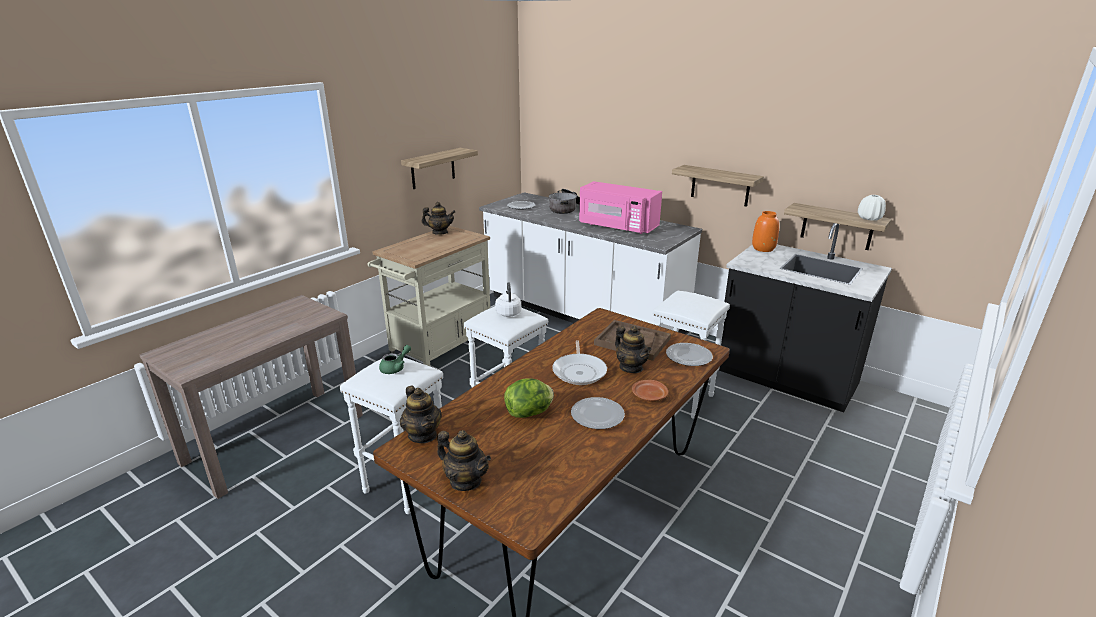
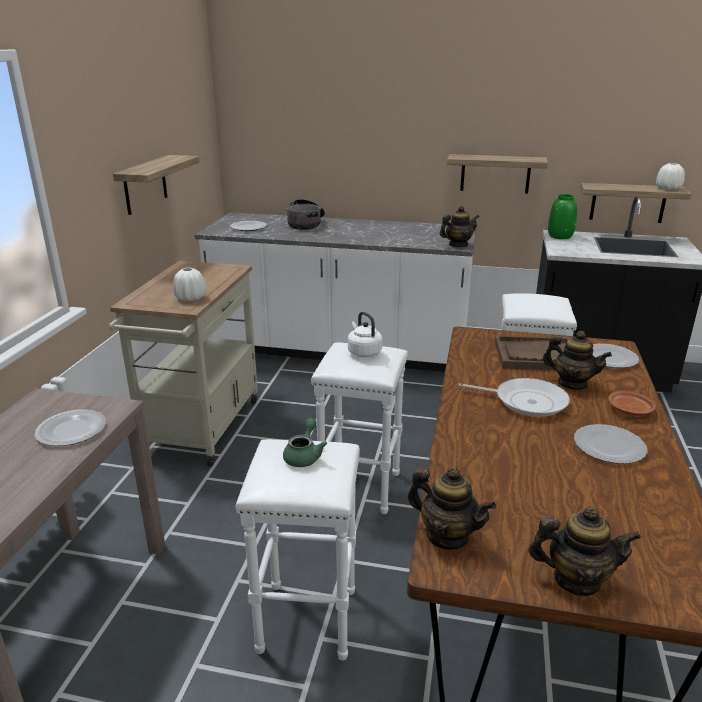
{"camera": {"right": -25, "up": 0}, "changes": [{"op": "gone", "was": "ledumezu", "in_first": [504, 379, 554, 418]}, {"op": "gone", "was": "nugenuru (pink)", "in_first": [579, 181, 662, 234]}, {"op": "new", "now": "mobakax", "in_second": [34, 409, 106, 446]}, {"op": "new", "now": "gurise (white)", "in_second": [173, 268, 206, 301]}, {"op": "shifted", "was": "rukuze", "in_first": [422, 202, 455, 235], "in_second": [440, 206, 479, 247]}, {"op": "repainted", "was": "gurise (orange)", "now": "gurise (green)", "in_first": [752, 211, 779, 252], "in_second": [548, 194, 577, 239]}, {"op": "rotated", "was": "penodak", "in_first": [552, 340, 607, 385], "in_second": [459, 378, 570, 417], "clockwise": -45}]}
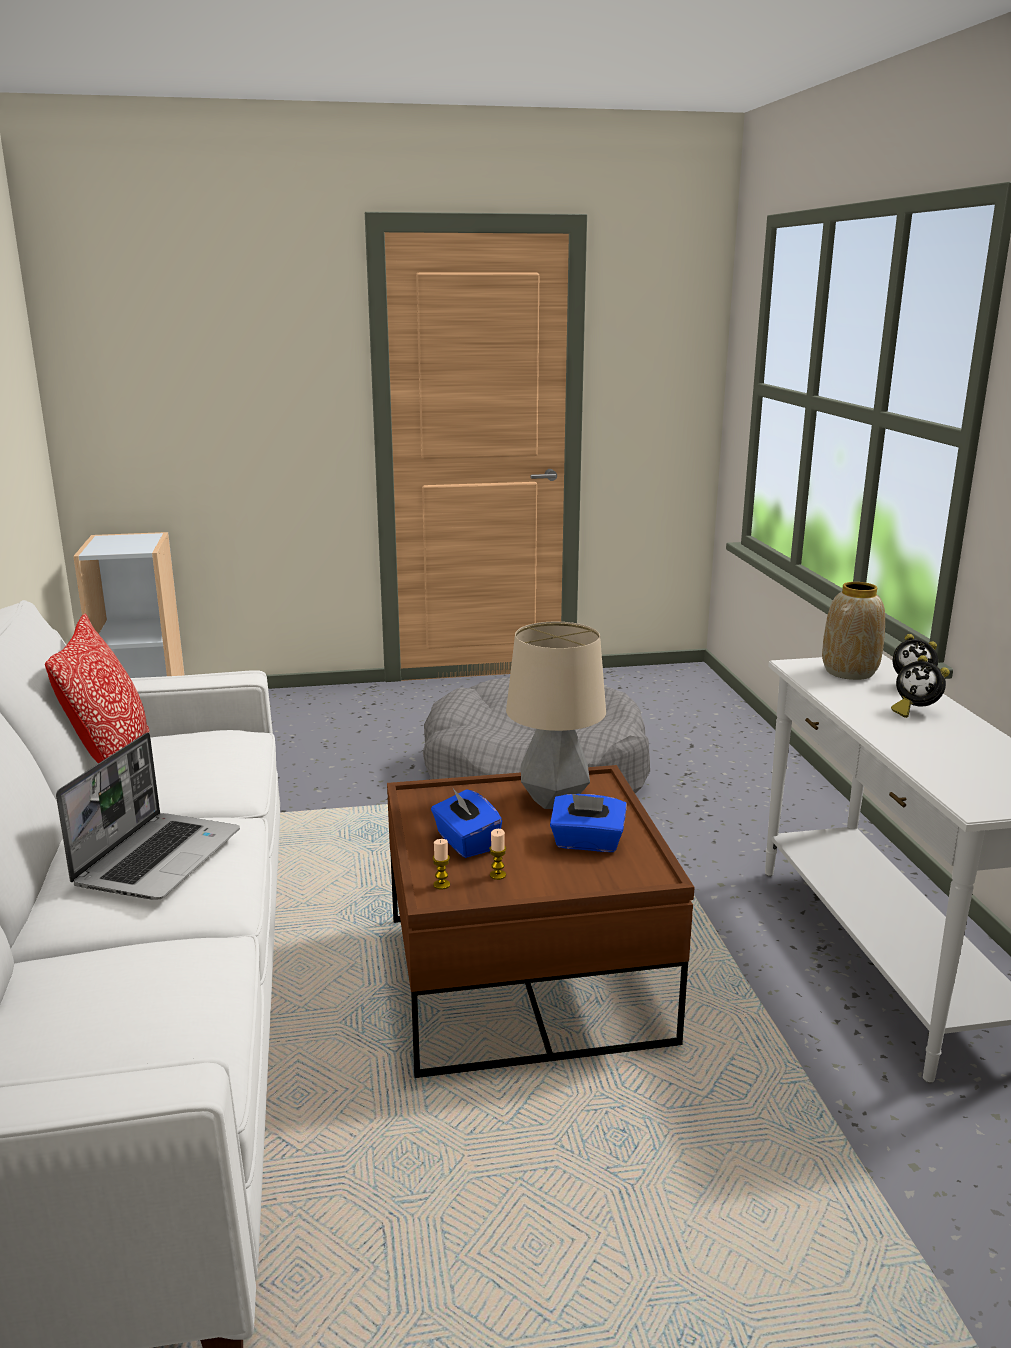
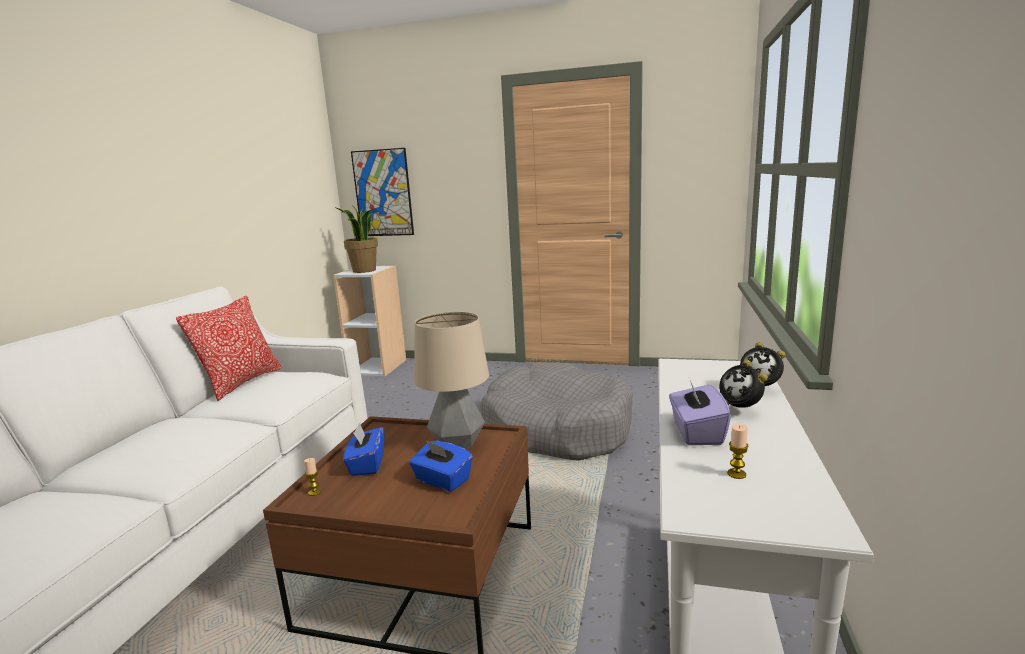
{"camera": {"right": 25, "up": -5}, "changes": [{"op": "gone", "was": "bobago", "in_first": [56, 733, 240, 900]}, {"op": "gone", "was": "gurise", "in_first": [822, 582, 885, 680]}, {"op": "new", "now": "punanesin", "in_second": [335, 205, 378, 273]}, {"op": "new", "now": "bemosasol", "in_second": [351, 148, 414, 236]}, {"op": "new", "now": "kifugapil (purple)", "in_second": [669, 381, 731, 445]}, {"op": "shifted", "was": "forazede", "in_first": [489, 829, 506, 880], "in_second": [727, 423, 749, 479]}]}
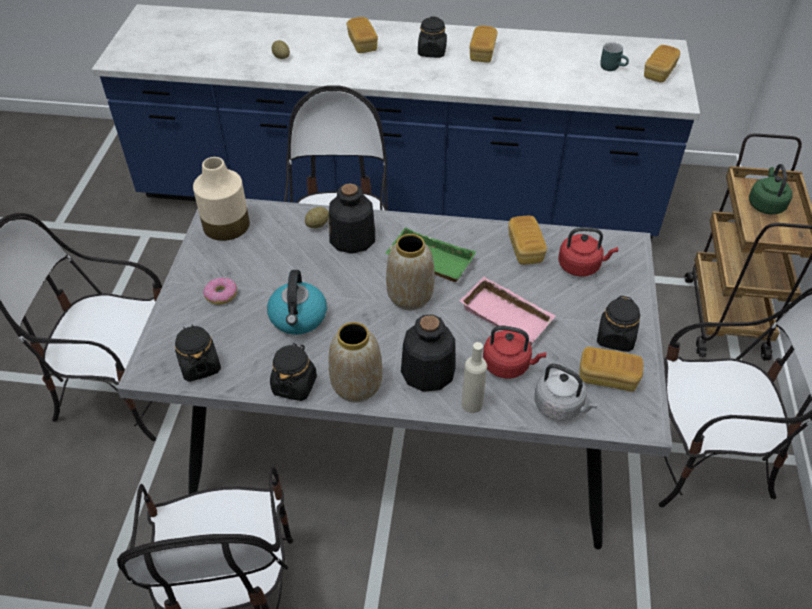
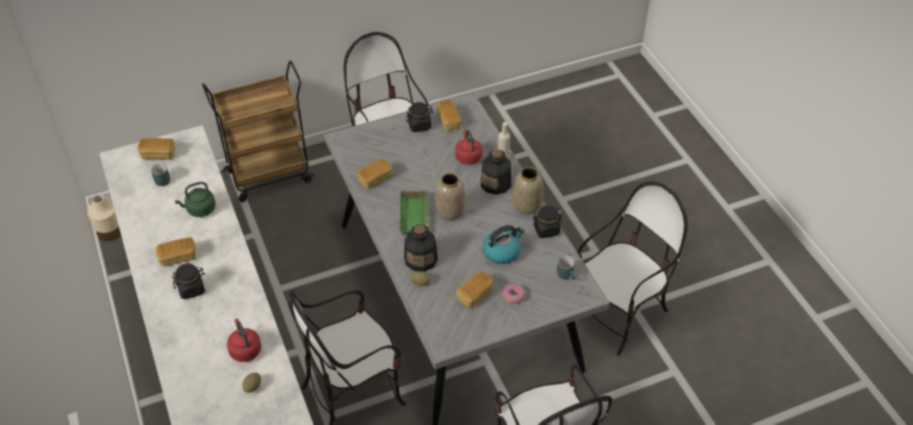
{"camera": {"right": -120, "up": 0}, "changes": [{"op": "gone", "was": "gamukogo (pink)", "in_first": [460, 277, 556, 345]}, {"op": "gone", "was": "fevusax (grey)", "in_first": [535, 364, 599, 421]}, {"op": "shifted", "was": "gurise (beige)", "in_first": [193, 157, 250, 241], "in_second": [87, 194, 121, 241]}, {"op": "shifted", "was": "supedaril", "in_first": [347, 17, 378, 53], "in_second": [456, 271, 493, 308]}, {"op": "shifted", "was": "fevusax (red)", "in_first": [558, 227, 618, 277], "in_second": [227, 319, 261, 362]}, {"op": "shifted", "was": "fevusax (green)", "in_first": [749, 164, 792, 214], "in_second": [175, 182, 216, 217]}, {"op": "swapped", "was": "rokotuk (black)", "now": "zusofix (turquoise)", "in_first": [175, 324, 221, 382], "in_second": [557, 256, 575, 280]}]}
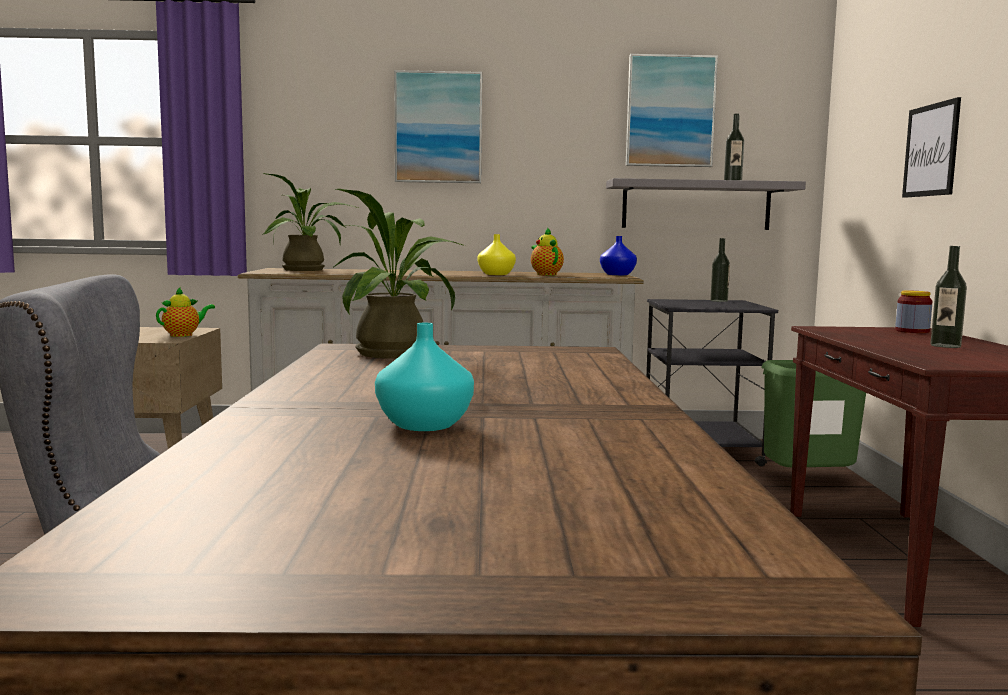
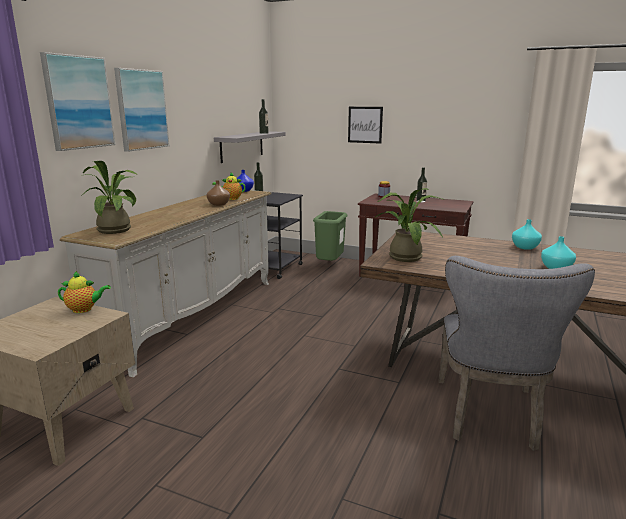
{"camera": {"right": -65, "up": 10}, "changes": [{"op": "new", "now": "gurise (turquoise)", "in_second": [512, 219, 542, 250]}, {"op": "shifted", "was": "bemosasol", "in_first": [626, 54, 718, 167], "in_second": [40, 52, 116, 151]}, {"op": "repainted", "was": "gurise (yellow)", "now": "gurise (brown)", "in_first": [478, 234, 516, 275], "in_second": [207, 180, 230, 206]}, {"op": "rotated", "was": "rukuze", "in_first": [156, 287, 215, 337], "in_second": [58, 271, 111, 313], "clockwise": 105}]}
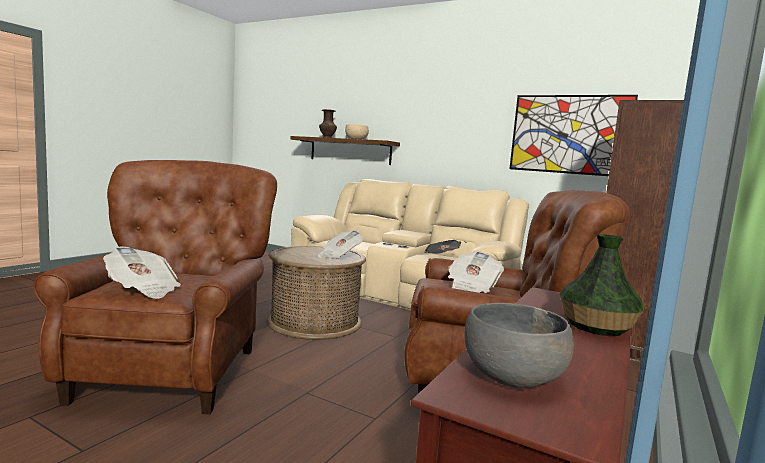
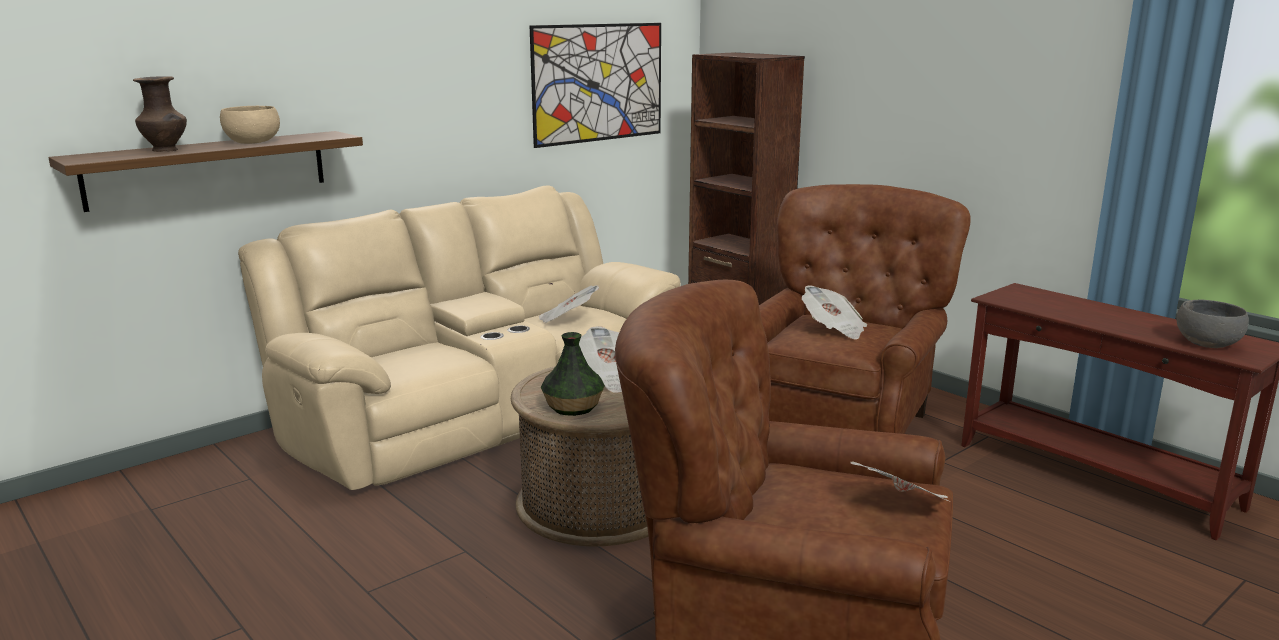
{"camera": {"right": -70, "up": 10}, "changes": [{"op": "shifted", "was": "gurise", "in_first": [559, 234, 644, 336], "in_second": [541, 332, 605, 416]}]}
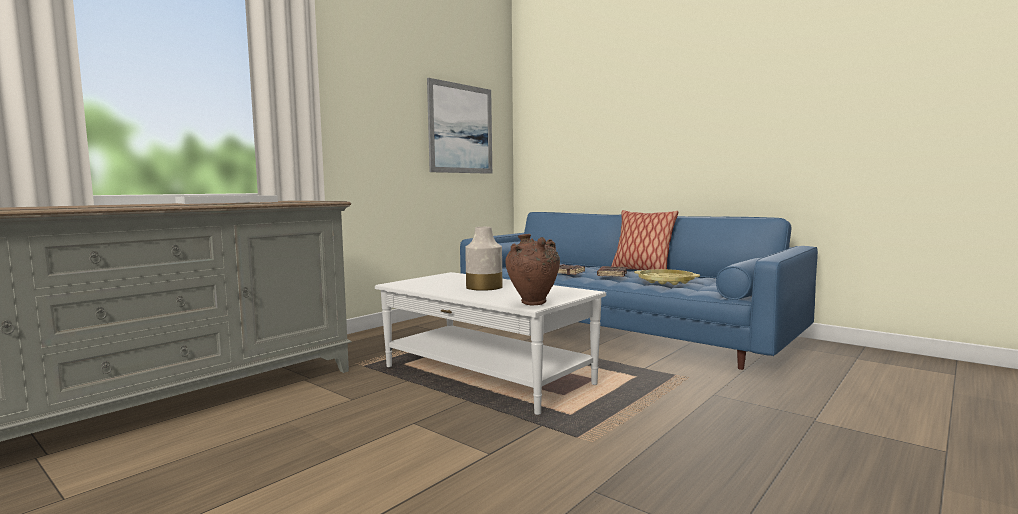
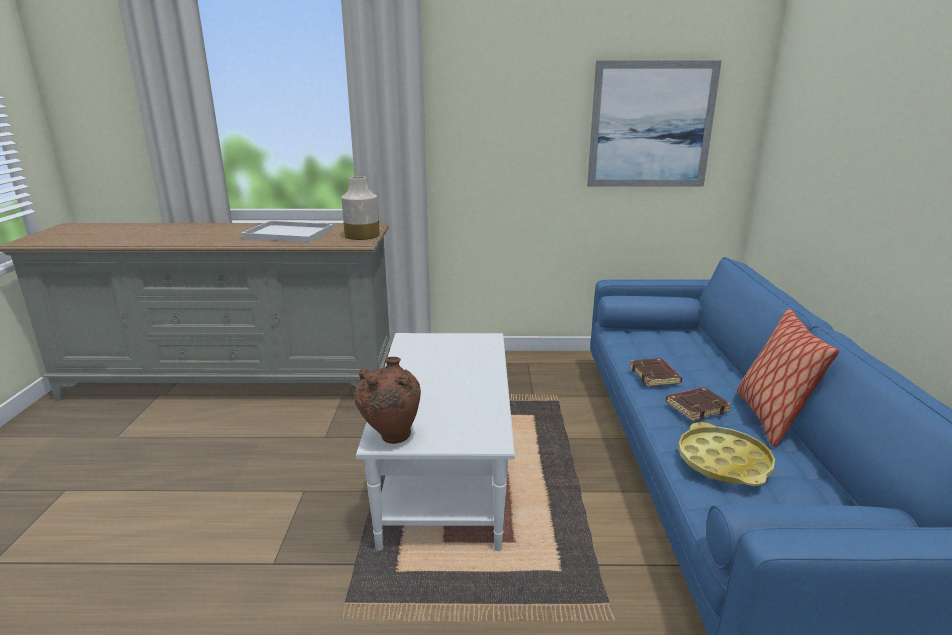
{"camera": {"right": 50, "up": 15}, "changes": [{"op": "shifted", "was": "gurise (beige)", "in_first": [465, 227, 502, 291], "in_second": [341, 176, 380, 240]}]}
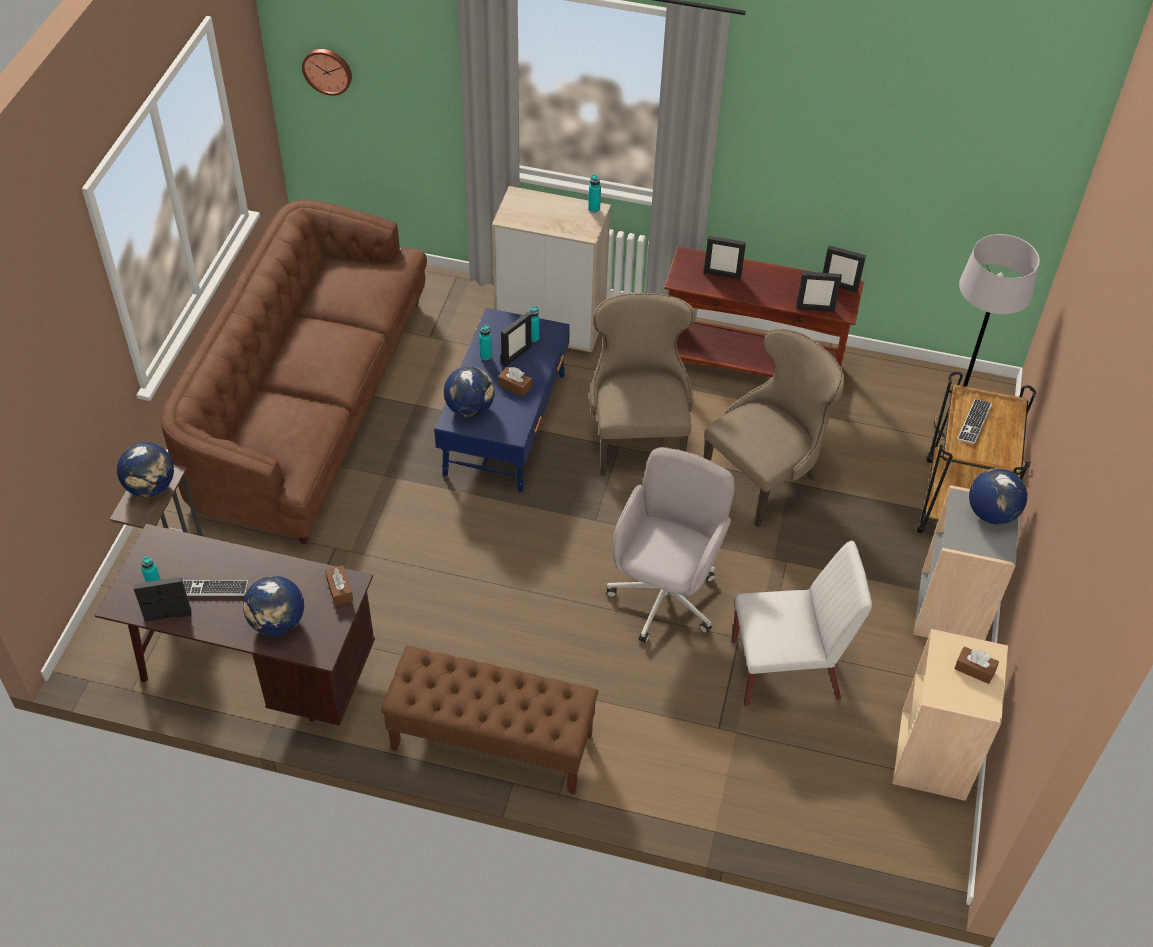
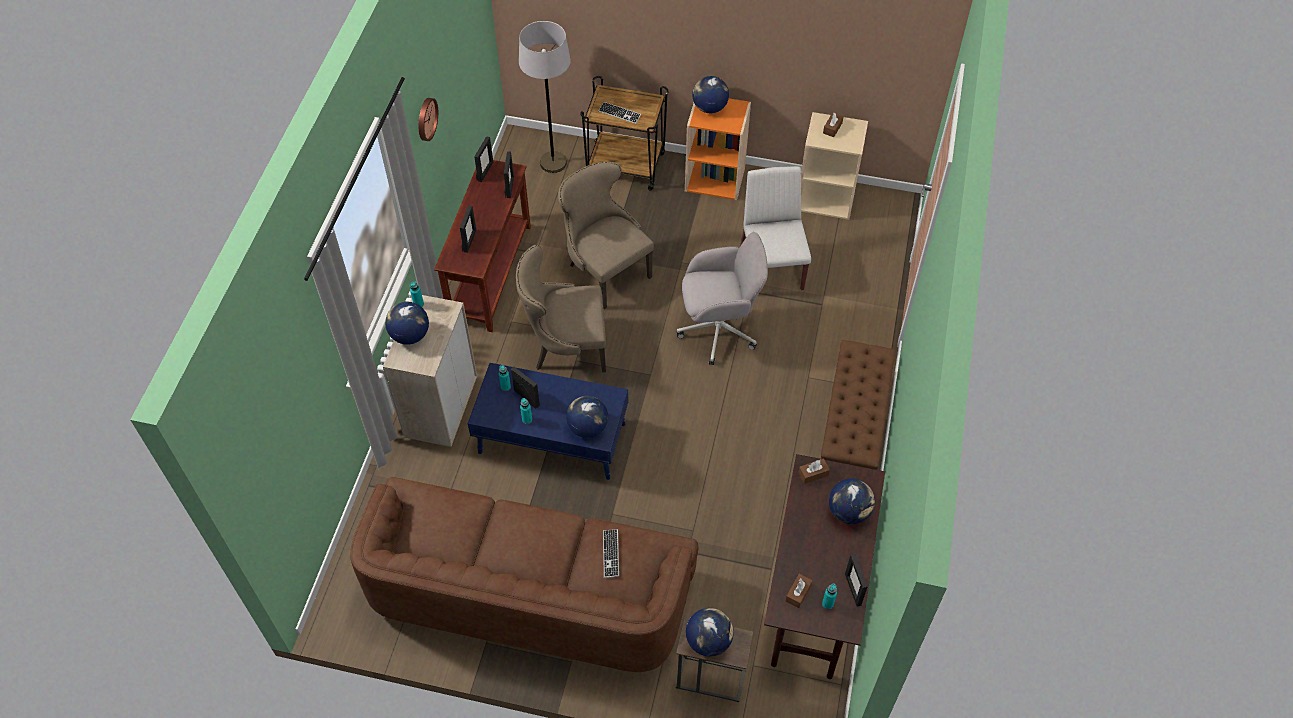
{"camera": {"right": -90, "up": 5}, "changes": [{"op": "new", "now": "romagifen", "in_second": [385, 302, 429, 345]}, {"op": "shifted", "was": "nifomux", "in_first": [182, 580, 248, 596], "in_second": [603, 529, 619, 578]}, {"op": "shifted", "was": "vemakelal", "in_first": [302, 49, 352, 96], "in_second": [419, 98, 438, 141]}, {"op": "shifted", "was": "kifugapil (brown)", "in_first": [498, 367, 532, 397], "in_second": [786, 574, 813, 608]}, {"op": "repainted", "was": "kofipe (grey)", "now": "kofipe (orange)", "in_first": [913, 485, 1020, 640], "in_second": [685, 98, 751, 200]}, {"op": "rotated", "was": "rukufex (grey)", "in_first": [607, 447, 735, 643], "in_second": [677, 232, 768, 365], "clockwise": 150}]}
